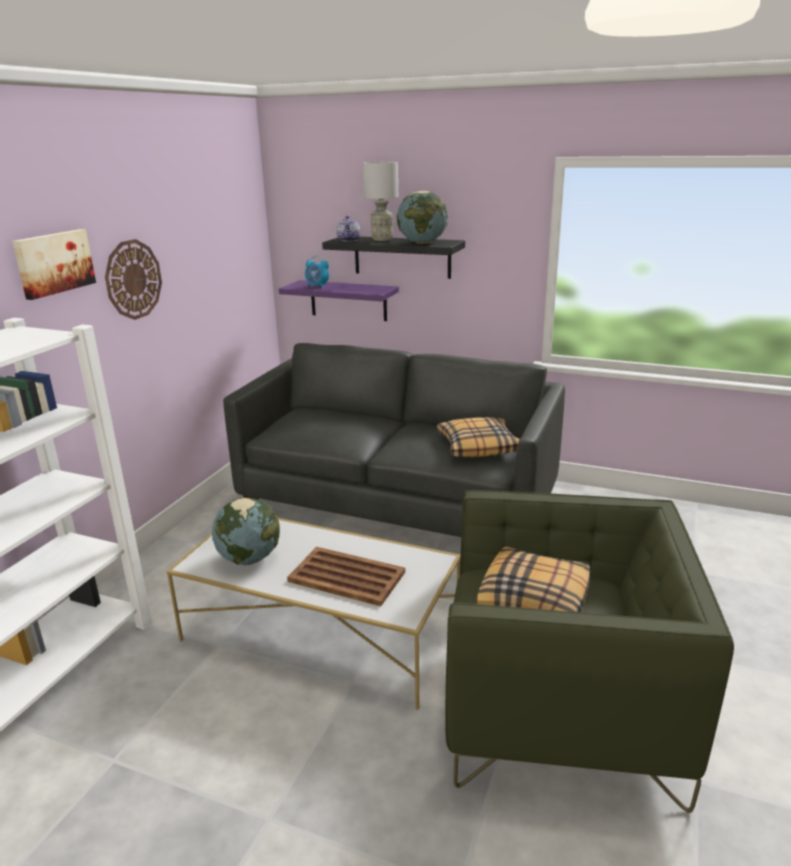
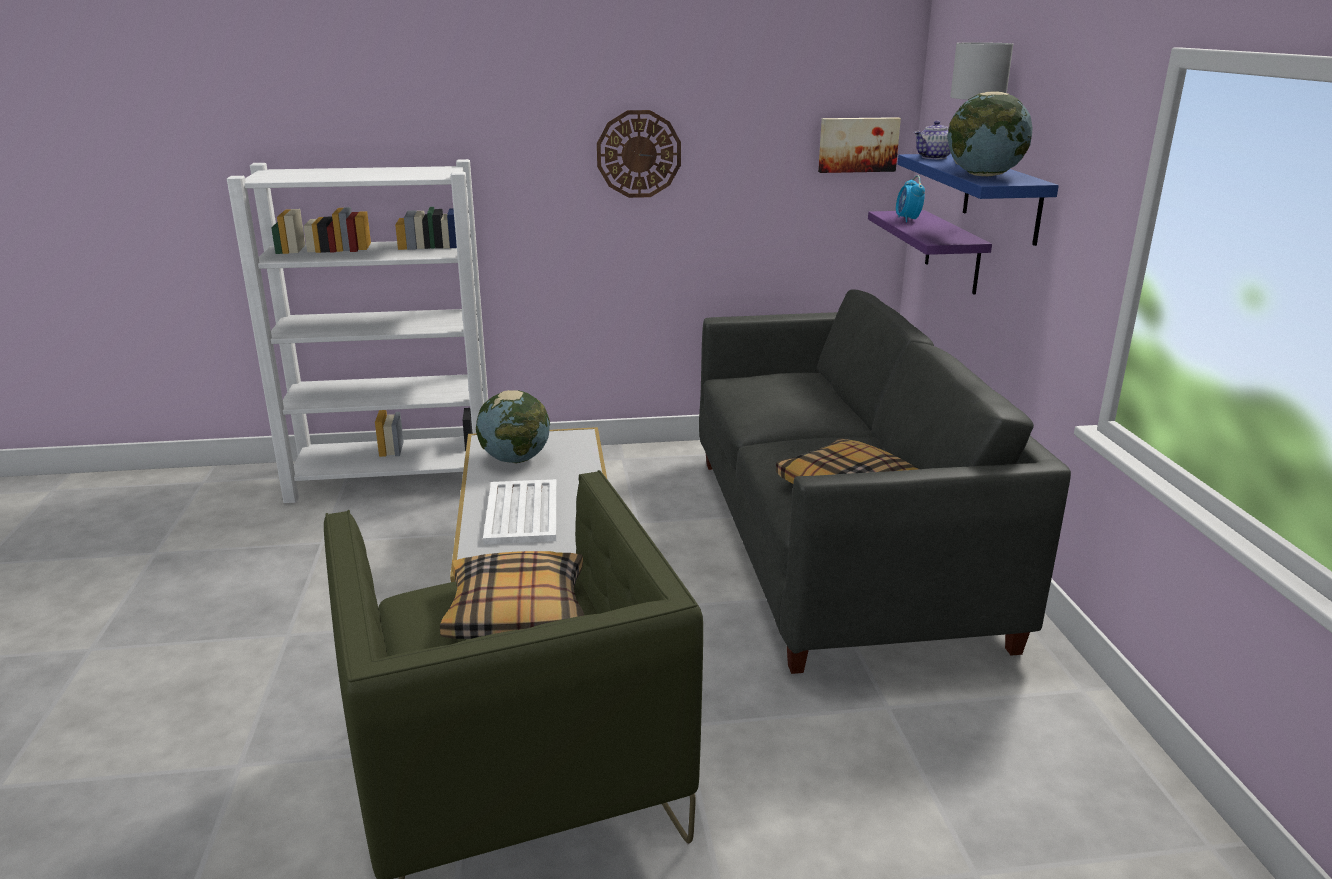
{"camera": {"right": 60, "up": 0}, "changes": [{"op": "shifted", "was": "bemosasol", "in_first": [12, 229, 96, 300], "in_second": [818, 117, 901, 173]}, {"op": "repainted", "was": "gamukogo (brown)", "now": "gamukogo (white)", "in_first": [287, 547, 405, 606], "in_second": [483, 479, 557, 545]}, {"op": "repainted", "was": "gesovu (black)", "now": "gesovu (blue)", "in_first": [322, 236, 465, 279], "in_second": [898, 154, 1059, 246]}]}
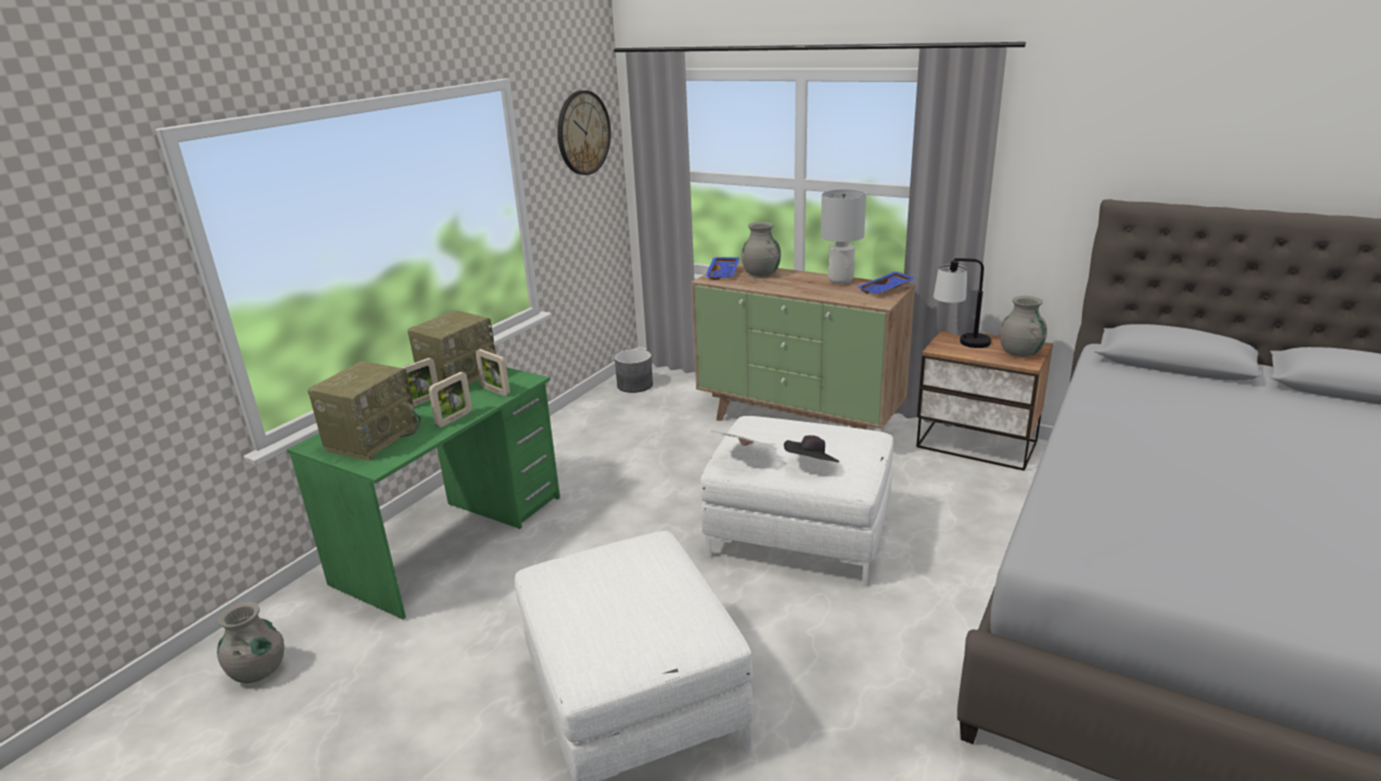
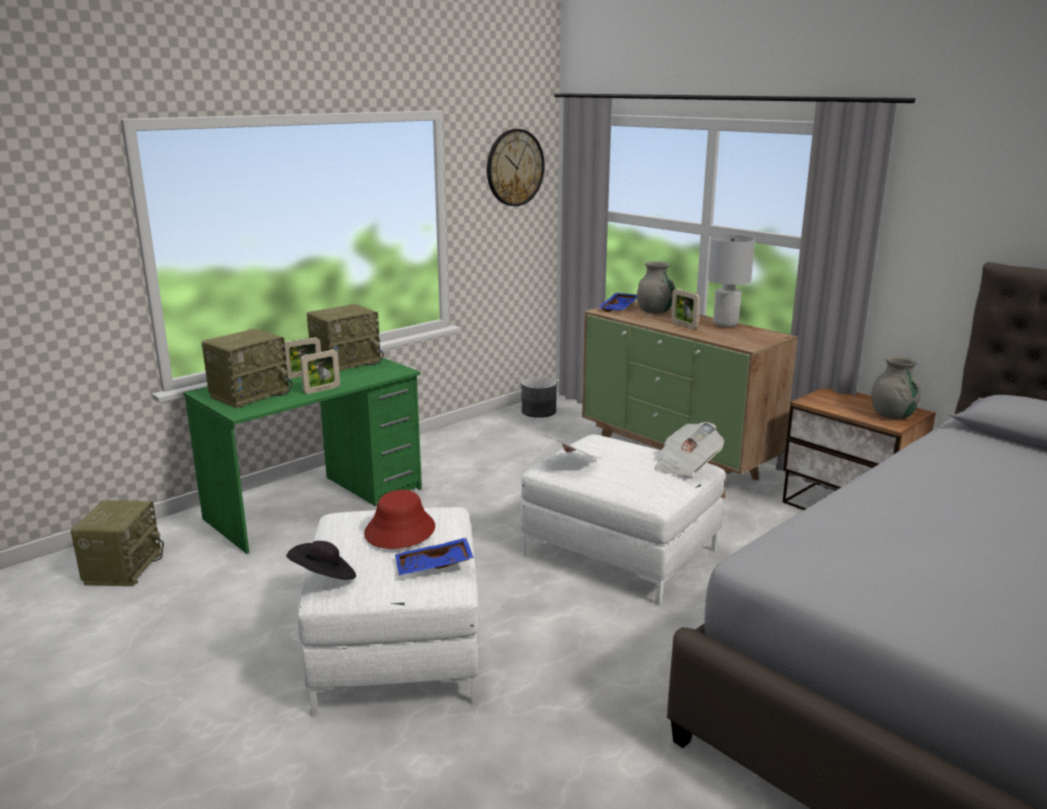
{"camera": {"right": 15, "up": -5}, "changes": [{"op": "gone", "was": "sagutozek", "in_first": [933, 258, 991, 348]}, {"op": "new", "now": "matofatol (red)", "in_second": [364, 490, 435, 549]}, {"op": "new", "now": "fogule", "in_second": [655, 422, 724, 476]}, {"op": "shifted", "was": "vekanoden", "in_first": [475, 349, 510, 396], "in_second": [671, 289, 700, 329]}, {"op": "shifted", "was": "matofatol (black)", "in_first": [784, 435, 839, 462], "in_second": [286, 541, 356, 580]}, {"op": "shifted", "was": "gamukogo (blue)", "in_first": [857, 271, 915, 294], "in_second": [395, 538, 474, 575]}, {"op": "swapped", "was": "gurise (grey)", "now": "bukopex", "in_first": [217, 602, 285, 683], "in_second": [71, 500, 164, 586]}]}
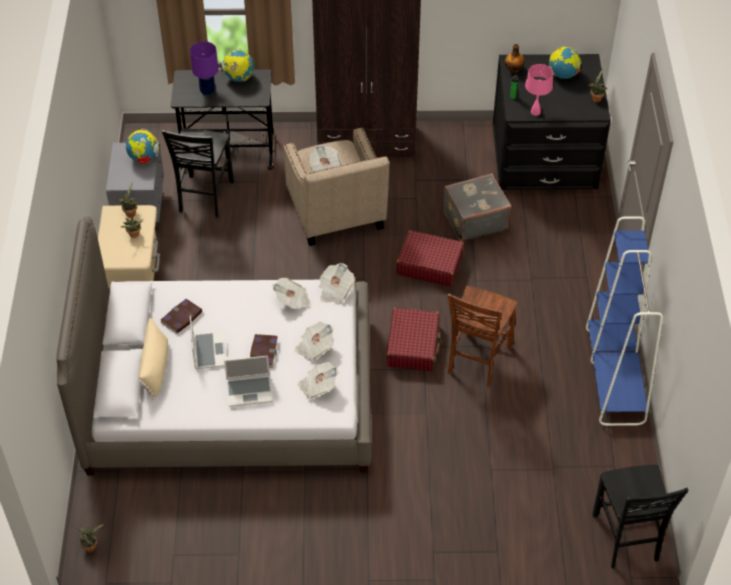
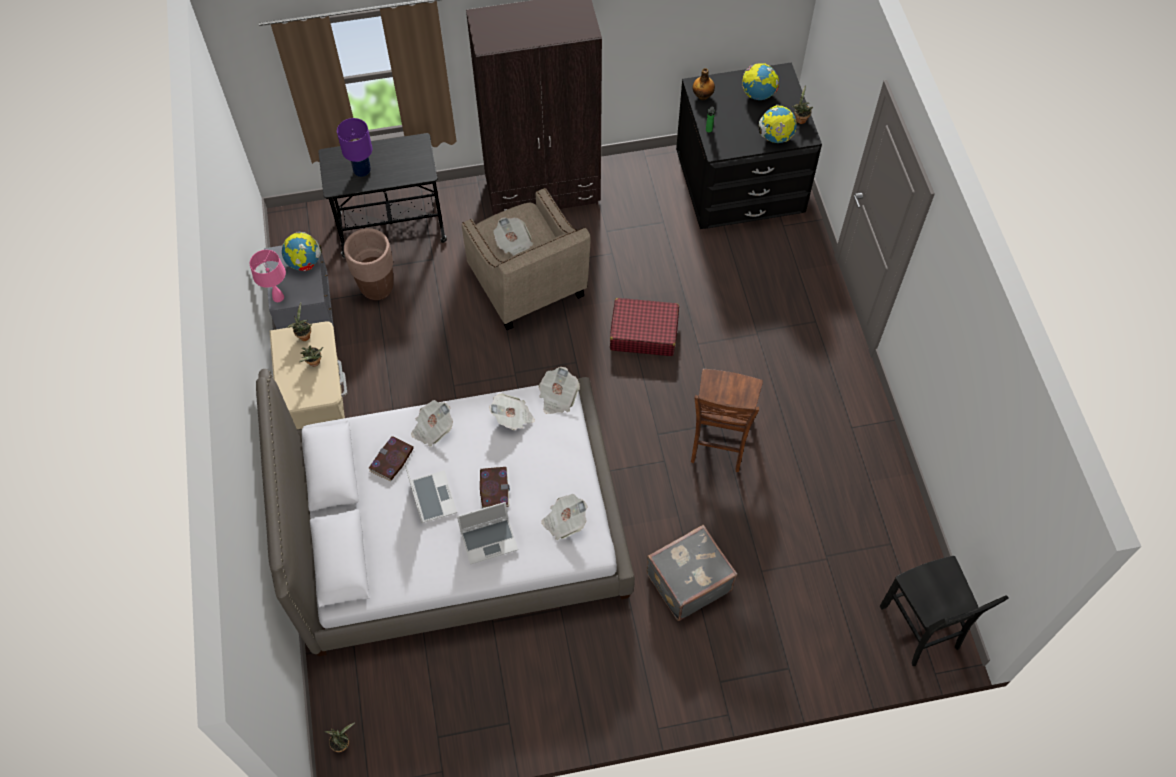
{"camera": {"right": -10, "up": 10}, "changes": [{"op": "gone", "was": "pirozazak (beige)", "in_first": [139, 318, 168, 400]}, {"op": "gone", "was": "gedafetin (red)", "in_first": [386, 307, 440, 371]}, {"op": "gone", "was": "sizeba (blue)", "in_first": [586, 216, 663, 426]}, {"op": "shifted", "was": "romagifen", "in_first": [221, 49, 254, 82], "in_second": [759, 105, 797, 143]}, {"op": "shifted", "was": "fogule", "in_first": [295, 322, 334, 361], "in_second": [411, 400, 453, 447]}, {"op": "shifted", "was": "gedafetin (grey)", "in_first": [444, 173, 511, 242], "in_second": [646, 525, 737, 621]}, {"op": "shifted", "was": "sagutozek (pink)", "in_first": [525, 64, 553, 116], "in_second": [250, 250, 286, 302]}, {"op": "swapped", "was": "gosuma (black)", "now": "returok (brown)", "in_first": [162, 128, 234, 218], "in_second": [344, 228, 393, 300]}]}
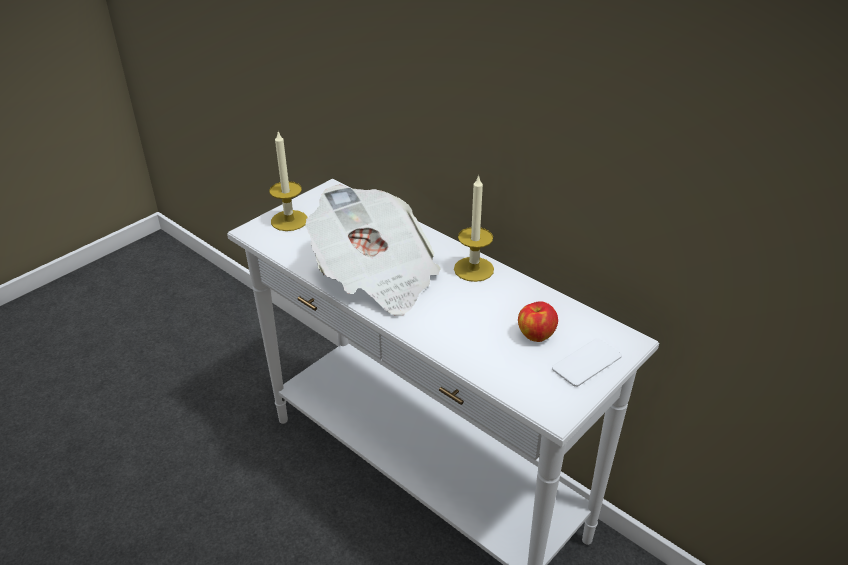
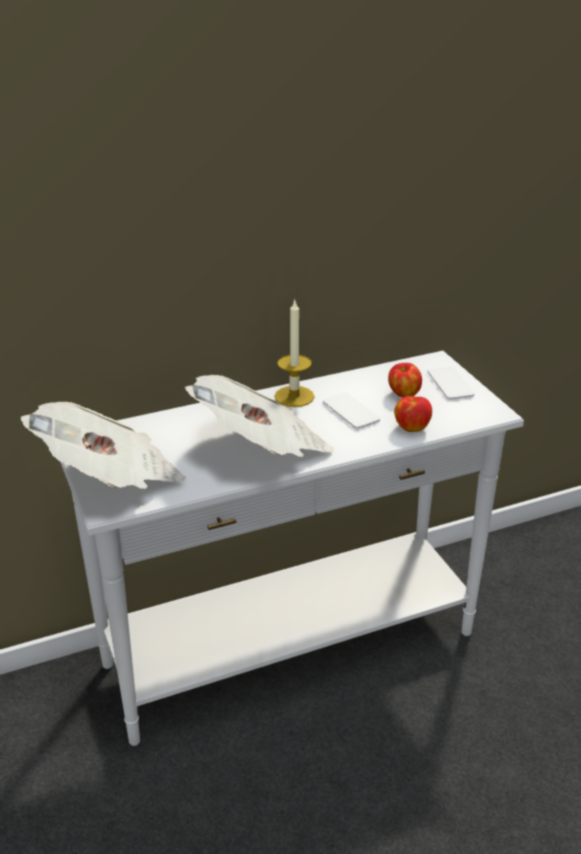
{"camera": {"right": -65, "up": -5}, "changes": [{"op": "new", "now": "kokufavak", "in_second": [323, 393, 380, 429]}, {"op": "new", "now": "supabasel", "in_second": [394, 396, 432, 432]}, {"op": "swapped", "was": "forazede", "now": "fogule", "in_first": [269, 132, 308, 231], "in_second": [21, 402, 186, 489]}]}
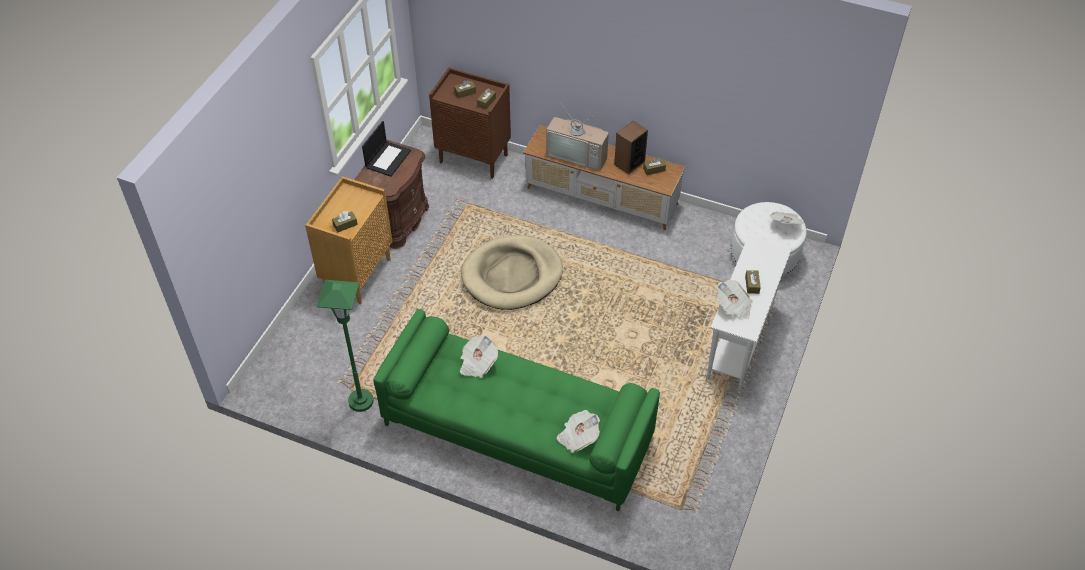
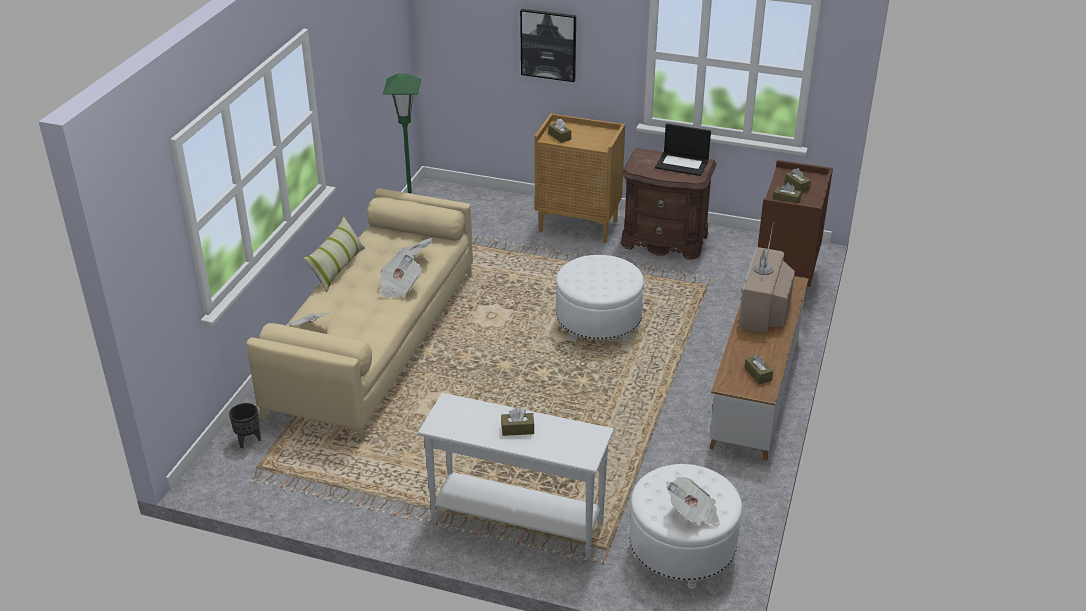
{"camera": {"right": 85, "up": -15}, "changes": [{"op": "gone", "was": "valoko", "in_first": [614, 121, 648, 174]}, {"op": "new", "now": "returok (black)", "in_second": [229, 403, 261, 448]}, {"op": "new", "now": "pirozazak", "in_second": [303, 216, 365, 292]}, {"op": "new", "now": "bemosasol", "in_second": [520, 9, 576, 82]}, {"op": "shifted", "was": "fogule", "in_first": [717, 280, 752, 320], "in_second": [379, 254, 421, 298]}, {"op": "swapped", "was": "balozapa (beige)", "now": "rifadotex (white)", "in_first": [461, 235, 563, 310], "in_second": [556, 255, 644, 341]}, {"op": "repainted", "was": "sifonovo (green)", "now": "sifonovo (beige)", "in_first": [374, 309, 660, 511], "in_second": [246, 189, 473, 441]}]}
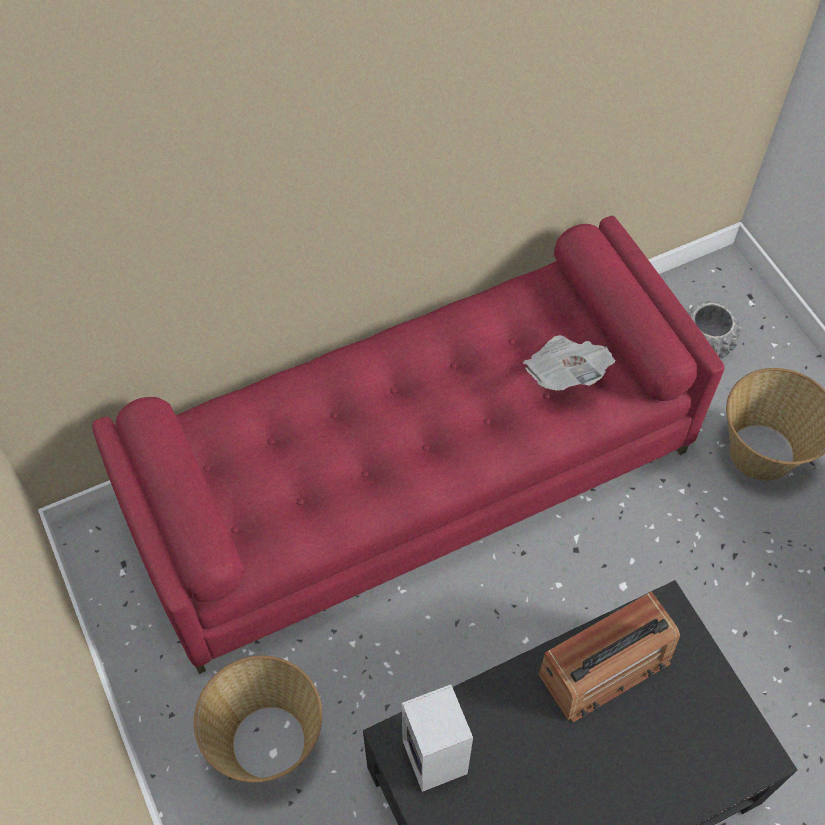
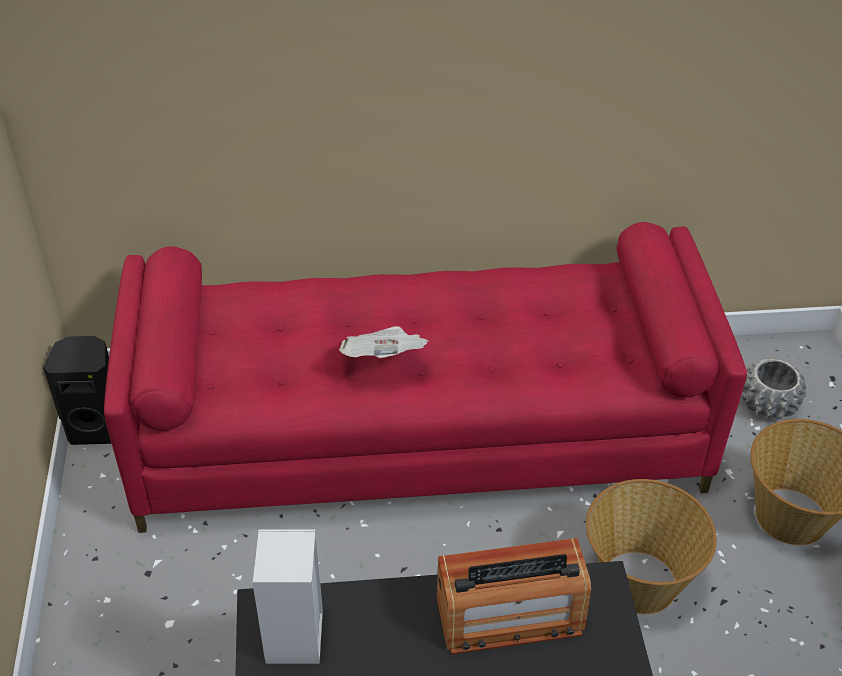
{"camera": {"right": 20, "up": -15}, "changes": [{"op": "new", "now": "valoko (black)", "in_second": [43, 336, 111, 445]}, {"op": "shifted", "was": "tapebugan", "in_first": [194, 655, 322, 783], "in_second": [586, 479, 717, 614]}, {"op": "shifted", "was": "fogule", "in_first": [522, 335, 615, 390], "in_second": [339, 326, 429, 358]}]}
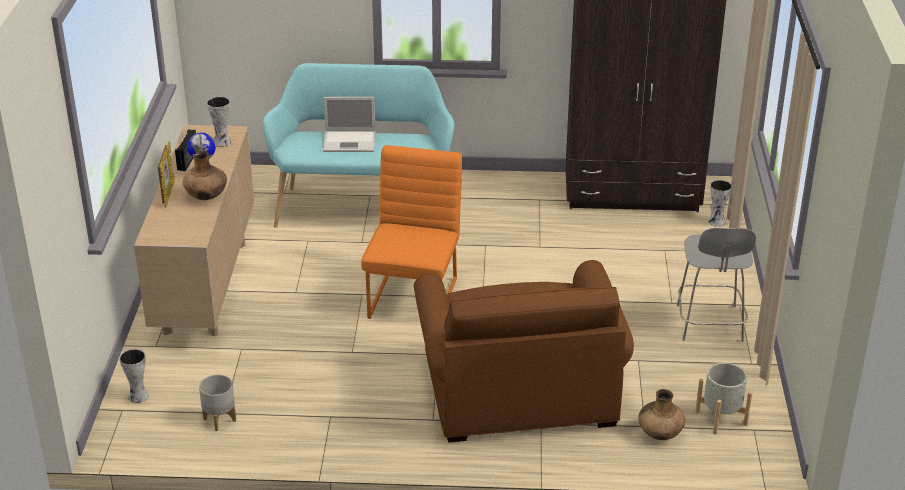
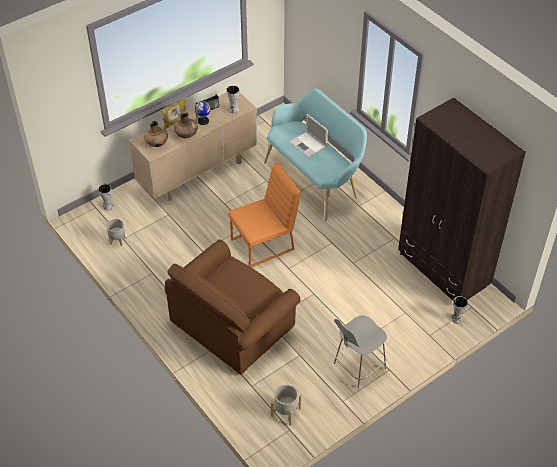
{"camera": {"right": 50, "up": 15}, "changes": [{"op": "shifted", "was": "gurise (brown)", "in_first": [638, 389, 685, 440], "in_second": [144, 121, 168, 147]}]}
